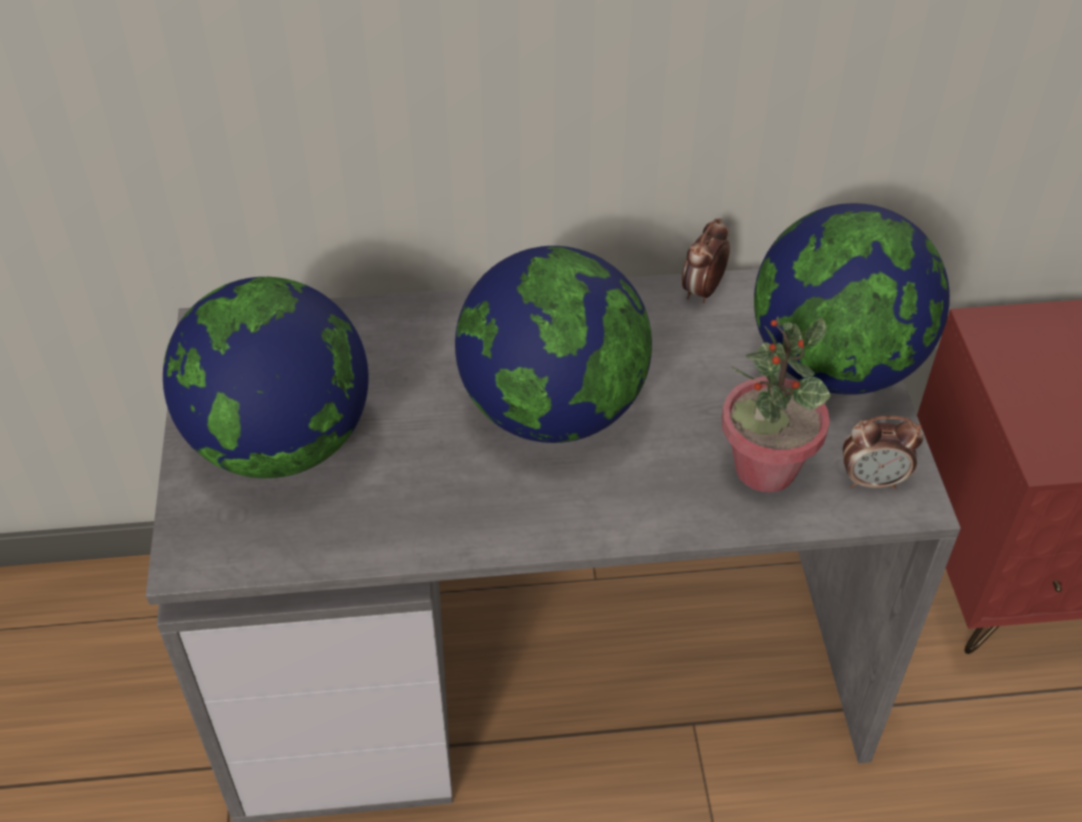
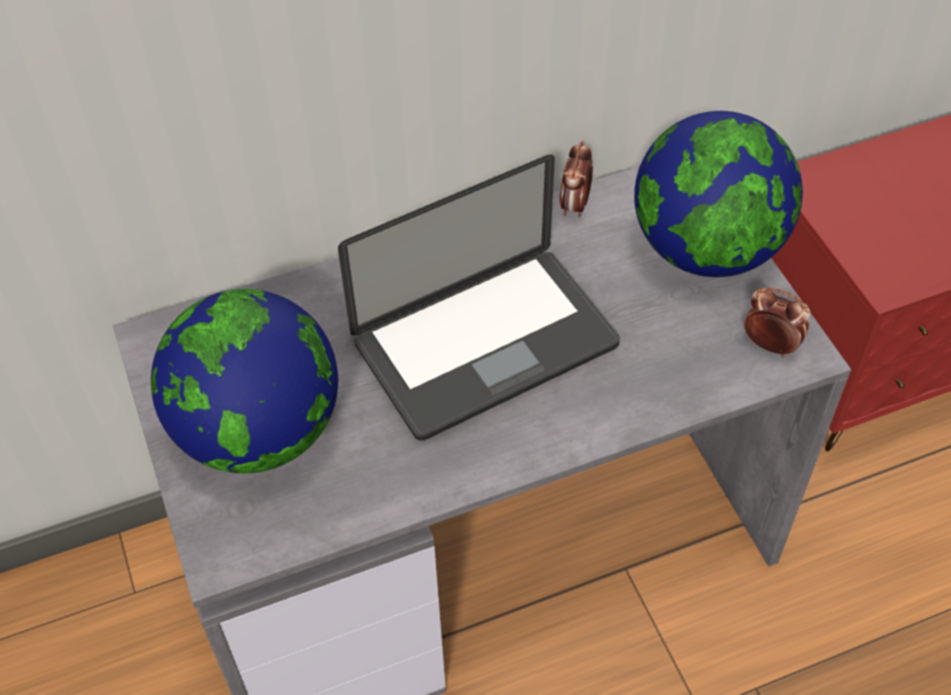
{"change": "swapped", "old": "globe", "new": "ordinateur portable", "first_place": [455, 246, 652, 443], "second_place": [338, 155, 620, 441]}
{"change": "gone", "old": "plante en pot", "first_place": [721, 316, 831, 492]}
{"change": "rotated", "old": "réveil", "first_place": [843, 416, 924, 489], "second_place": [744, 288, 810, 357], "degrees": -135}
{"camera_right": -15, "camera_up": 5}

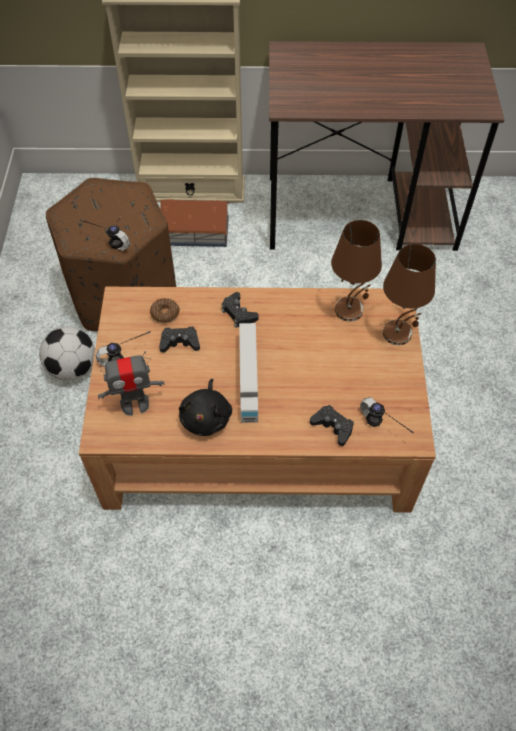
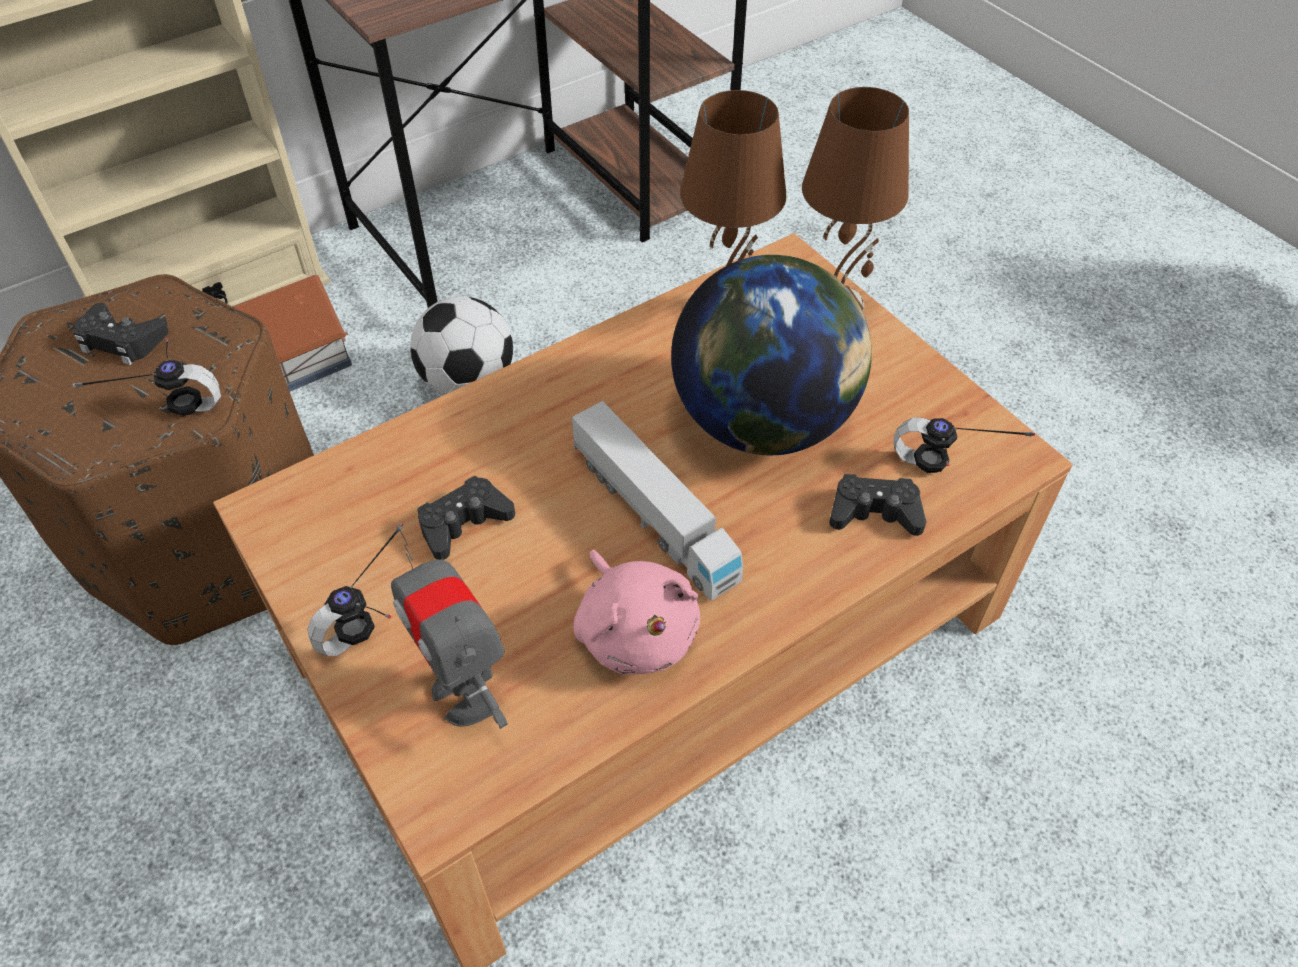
{"change": "shifted", "old": "ballon de foot", "first_place": [39, 326, 95, 381], "second_place": [410, 296, 513, 395]}
{"change": "rotated", "old": "robot jouet", "first_place": [97, 351, 165, 416], "second_place": [391, 526, 508, 729], "degrees": 105}
{"change": "gone", "old": "beignet", "first_place": [150, 298, 179, 323]}
{"change": "repainted", "old": "peluche [noir]", "new": "peluche [rose]", "first_place": [179, 379, 232, 436], "second_place": [574, 550, 700, 675]}
{"change": "shifted", "old": "manette [noir]", "first_place": [222, 292, 259, 328], "second_place": [73, 303, 169, 365]}
{"change": "new", "new": "globe", "second_place": [671, 255, 872, 455]}
{"camera_right": -35, "camera_up": -5}

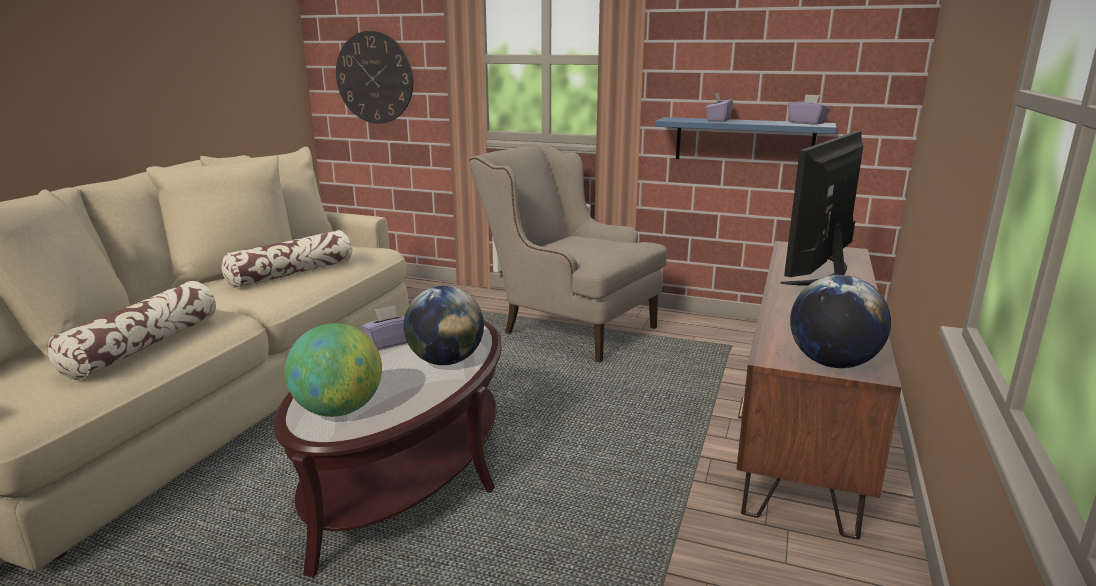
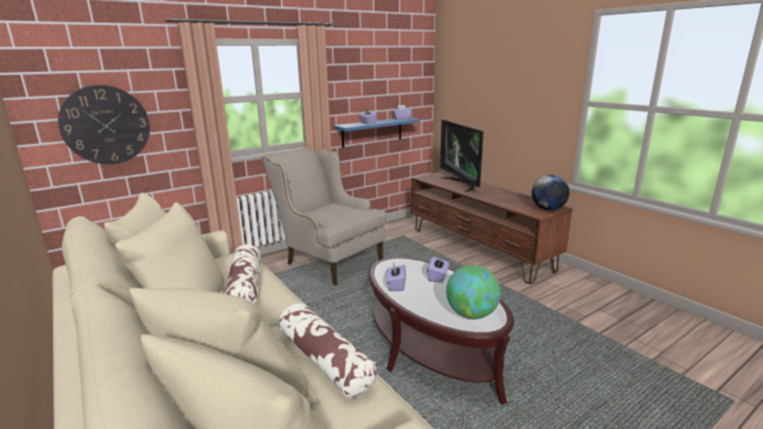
{"change": "swapped", "old": "globe", "new": "boîte à mouchoirs [violet]", "first_place": [404, 286, 484, 365], "second_place": [427, 256, 449, 283]}
{"change": "rotated", "old": "fauteuil [beige]", "first_place": [469, 144, 667, 362], "second_place": [262, 147, 387, 286], "degrees": 60}
{"camera_right": -55, "camera_up": 0}

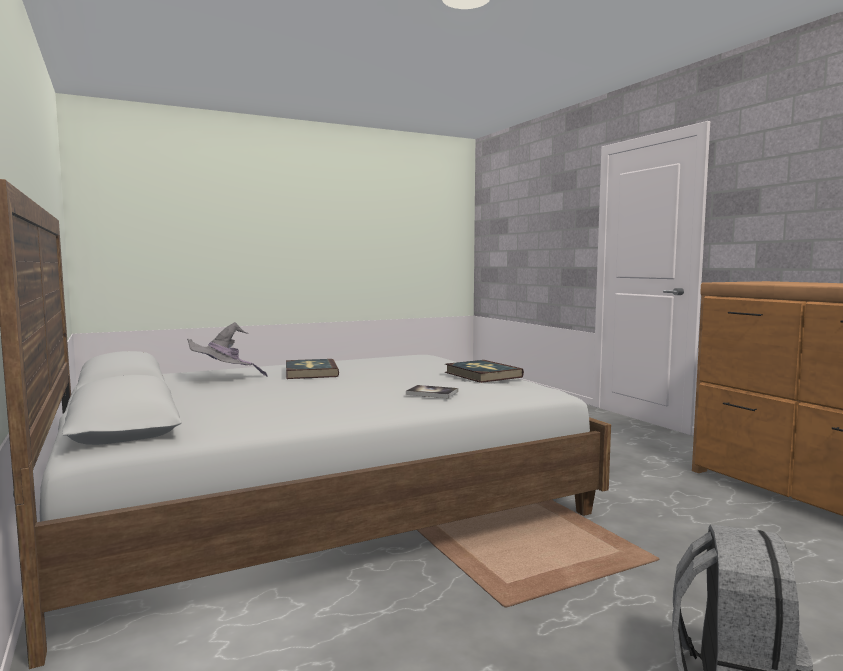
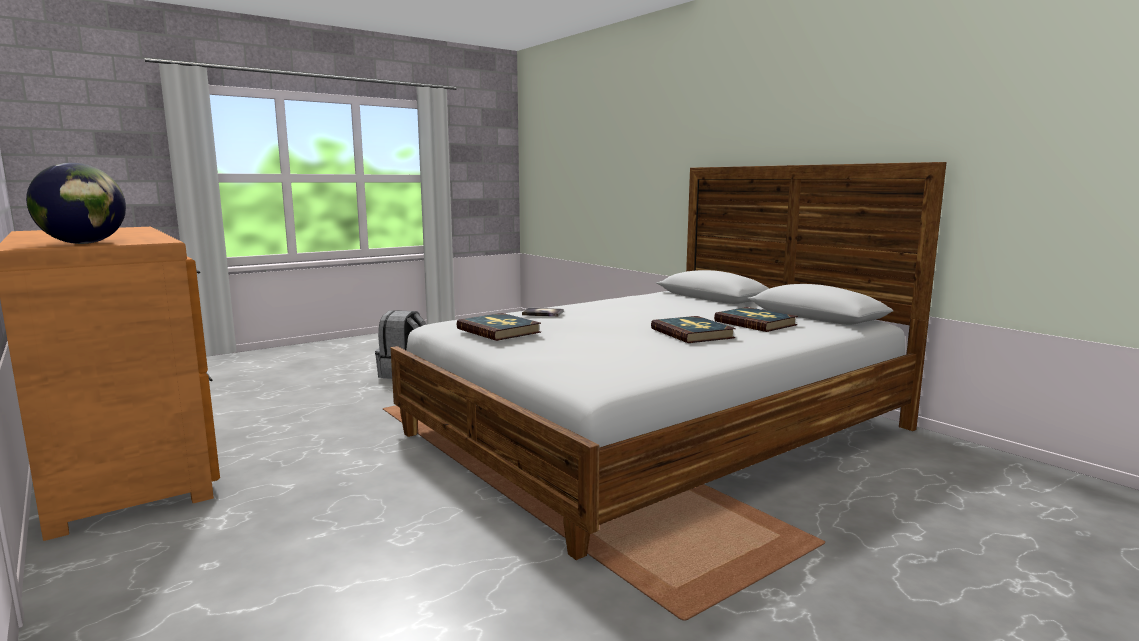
{"change": "swapped", "old": "chapeau [gris]", "new": "livre", "first_place": [187, 322, 268, 377], "second_place": [714, 307, 798, 332]}
{"change": "new", "new": "globe", "second_place": [26, 163, 126, 244]}
{"camera_right": 170, "camera_up": 5}

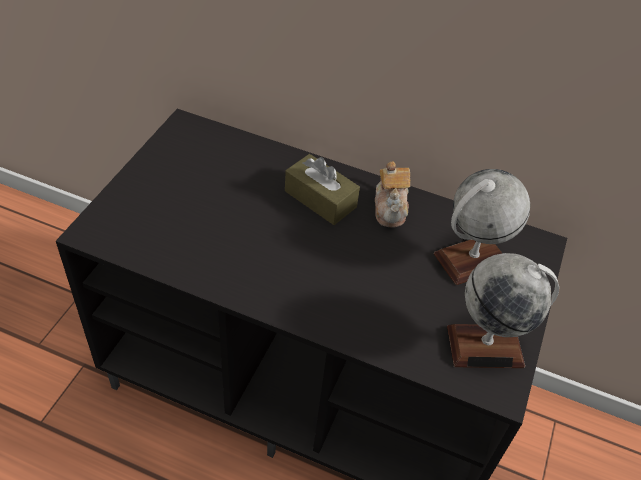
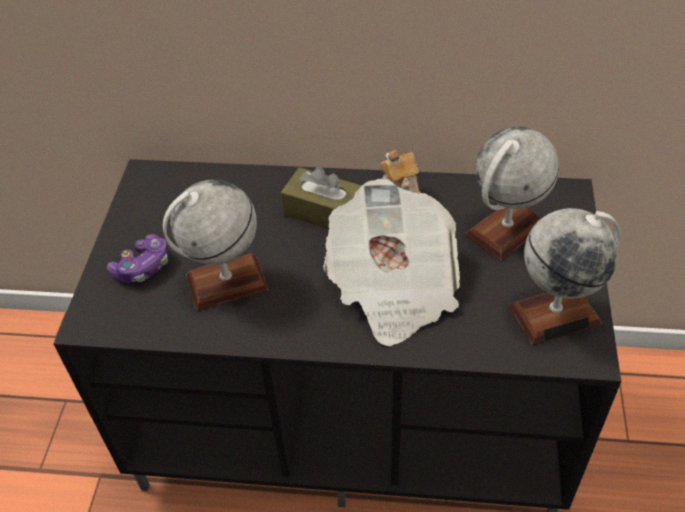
{"change": "new", "new": "manette", "second_place": [107, 234, 169, 283]}
{"change": "new", "new": "globe", "second_place": [163, 179, 269, 311]}
{"change": "new", "new": "journal", "second_place": [323, 179, 460, 346]}
{"camera_right": -10, "camera_up": 0}

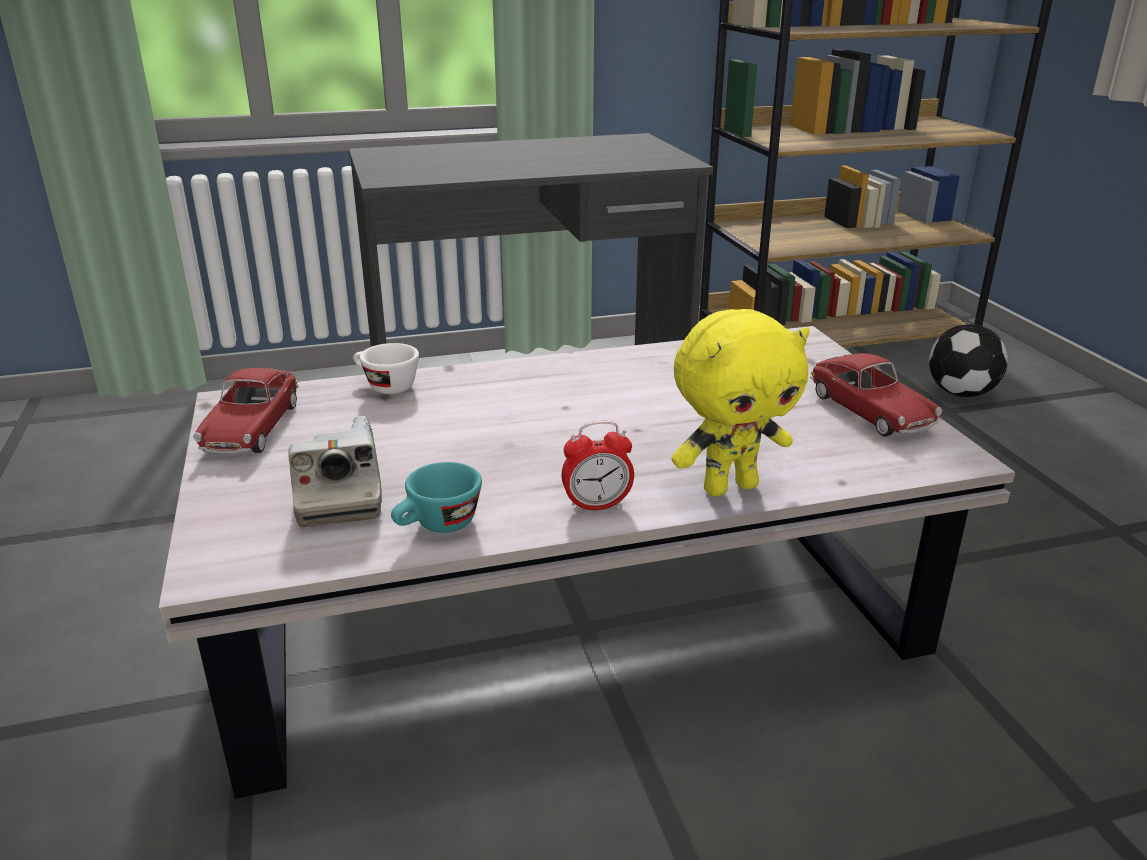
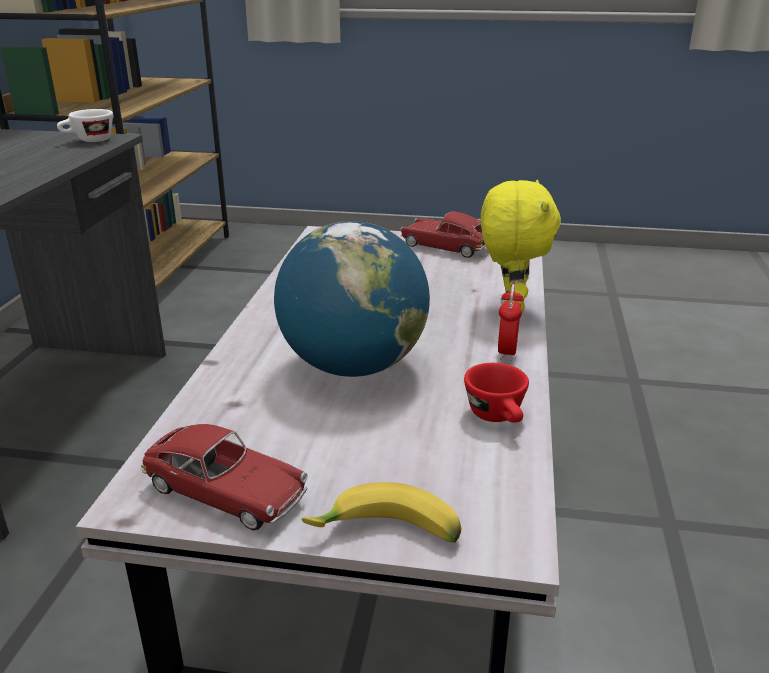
{"change": "gone", "old": "appareil photo", "first_place": [288, 416, 382, 527]}
{"change": "shifted", "old": "tasse [blanc]", "first_place": [353, 343, 419, 394], "second_place": [57, 109, 113, 142]}
{"change": "repainted", "old": "tasse [turquoise]", "new": "tasse [rouge]", "first_place": [391, 462, 482, 533], "second_place": [464, 363, 529, 423]}
{"change": "rotated", "old": "petite voiture", "first_place": [810, 353, 942, 437], "second_place": [400, 211, 486, 258], "degrees": -150}
{"change": "gone", "old": "ballon de foot", "first_place": [929, 324, 1008, 397]}
{"change": "new", "new": "globe", "second_place": [274, 221, 430, 377]}
{"change": "new", "new": "banane", "second_place": [302, 482, 462, 543]}
{"camera_right": -65, "camera_up": 0}

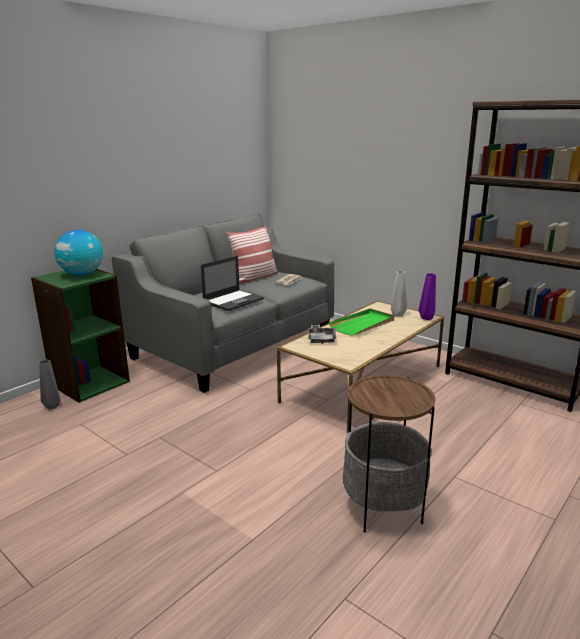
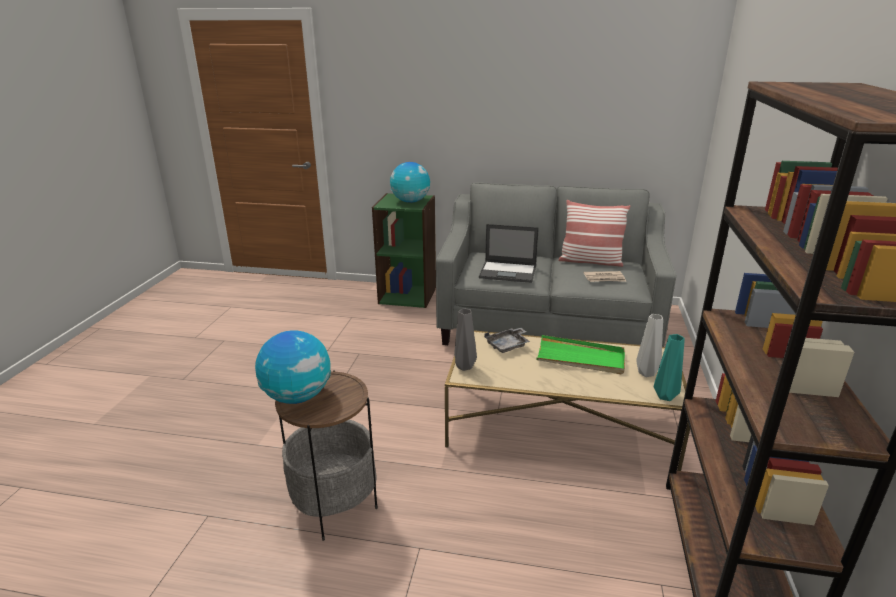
{"change": "shifted", "old": "vase [gris]", "first_place": [39, 359, 60, 409], "second_place": [454, 308, 477, 371]}
{"change": "repainted", "old": "vase [violet]", "new": "vase [turquoise]", "first_place": [418, 273, 436, 320], "second_place": [654, 334, 685, 401]}
{"change": "new", "new": "globe", "second_place": [255, 330, 331, 404]}
{"camera_right": 60, "camera_up": 5}

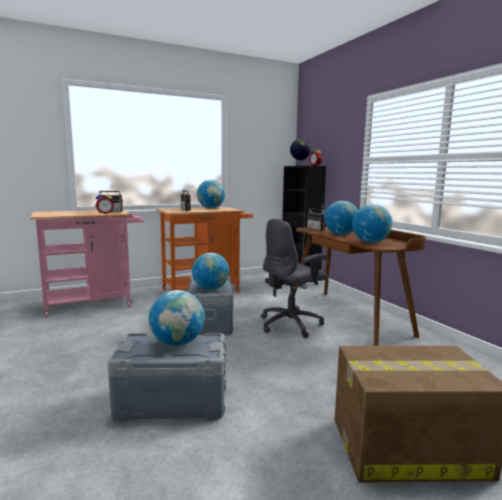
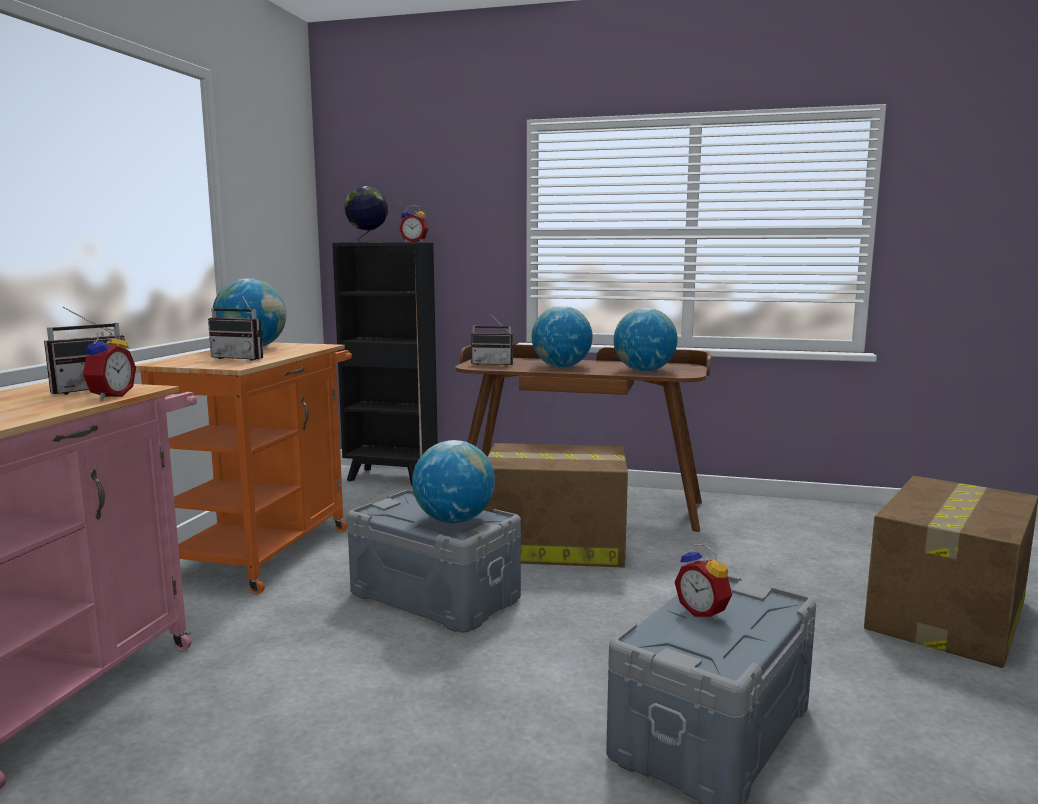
{"change": "swapped", "old": "globe", "new": "réveil", "first_place": [149, 290, 205, 346], "second_place": [675, 544, 732, 621]}
{"change": "swapped", "old": "chaise de bureau [gris]", "new": "carton", "first_place": [261, 219, 328, 338], "second_place": [484, 443, 628, 568]}
{"camera_right": -50, "camera_up": 0}

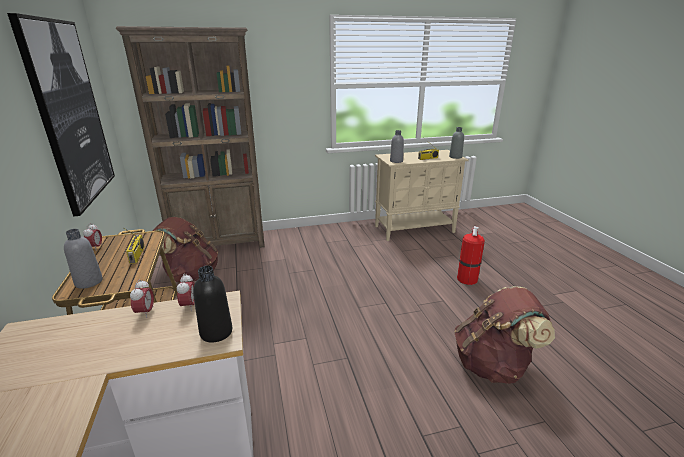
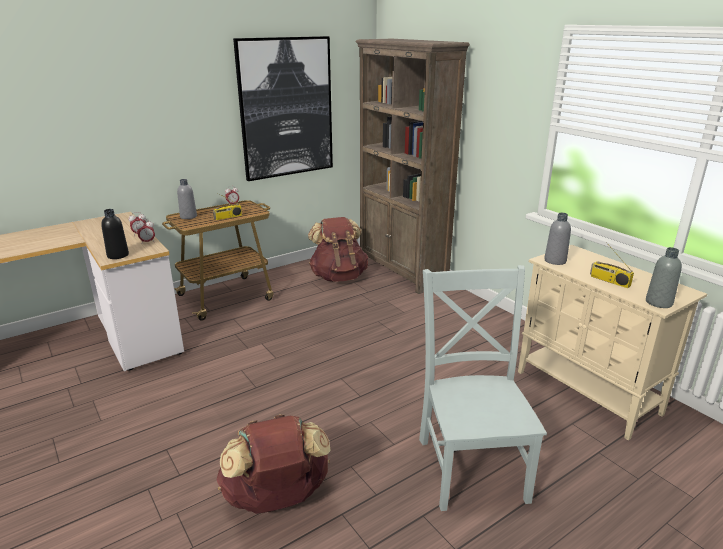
{"change": "swapped", "old": "extincteur", "new": "chaise [gris]", "first_place": [457, 225, 485, 285], "second_place": [419, 265, 547, 511]}
{"camera_right": 70, "camera_up": 0}

